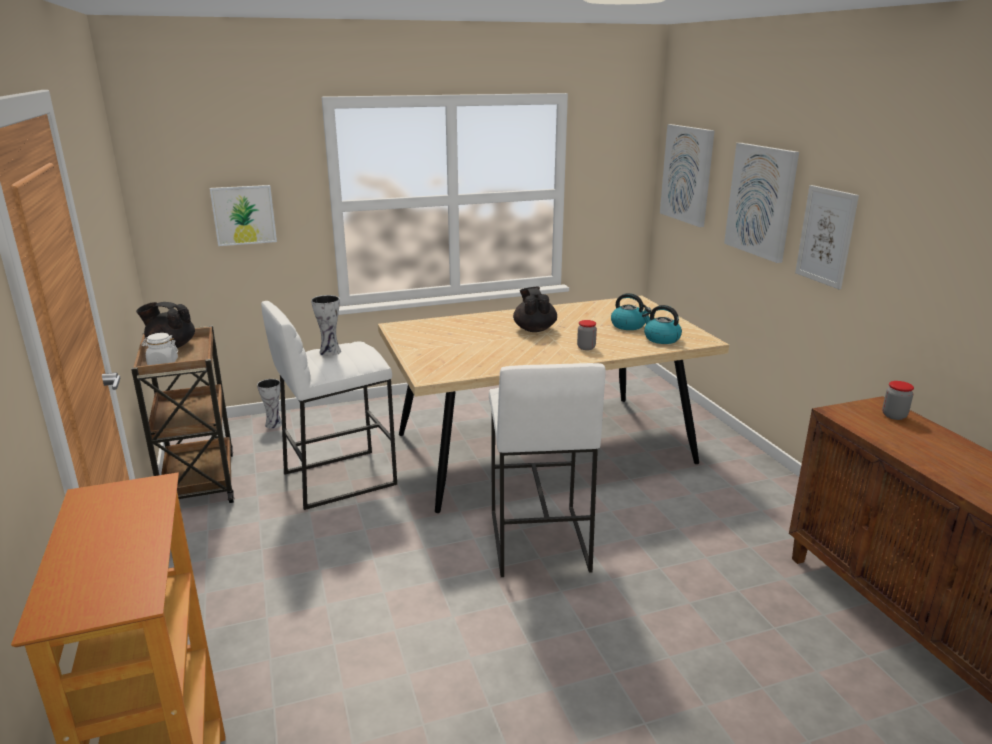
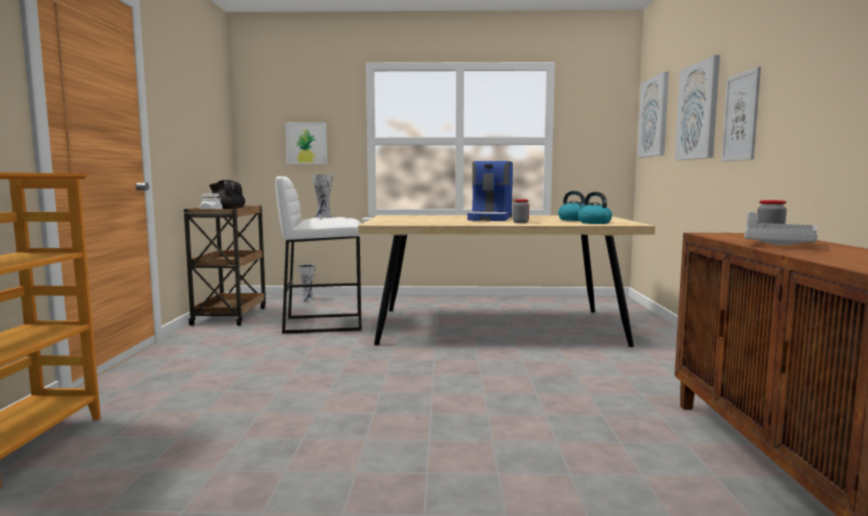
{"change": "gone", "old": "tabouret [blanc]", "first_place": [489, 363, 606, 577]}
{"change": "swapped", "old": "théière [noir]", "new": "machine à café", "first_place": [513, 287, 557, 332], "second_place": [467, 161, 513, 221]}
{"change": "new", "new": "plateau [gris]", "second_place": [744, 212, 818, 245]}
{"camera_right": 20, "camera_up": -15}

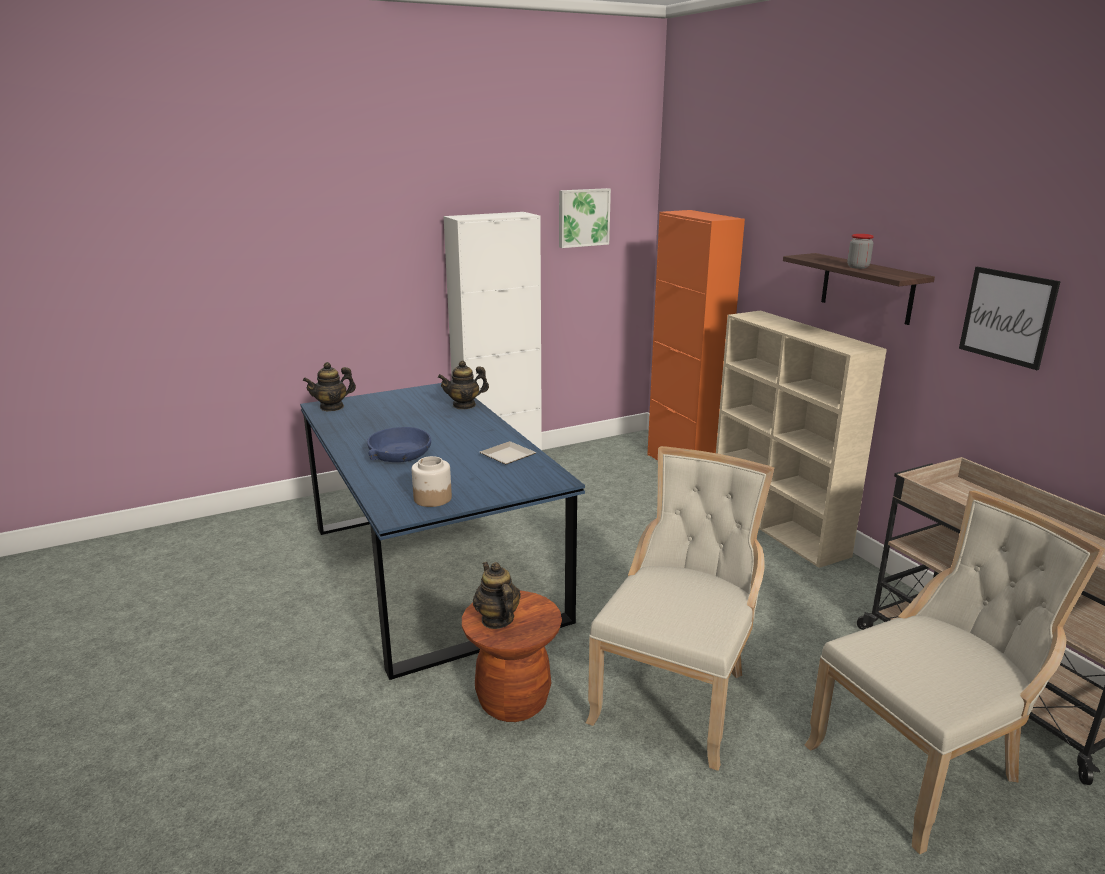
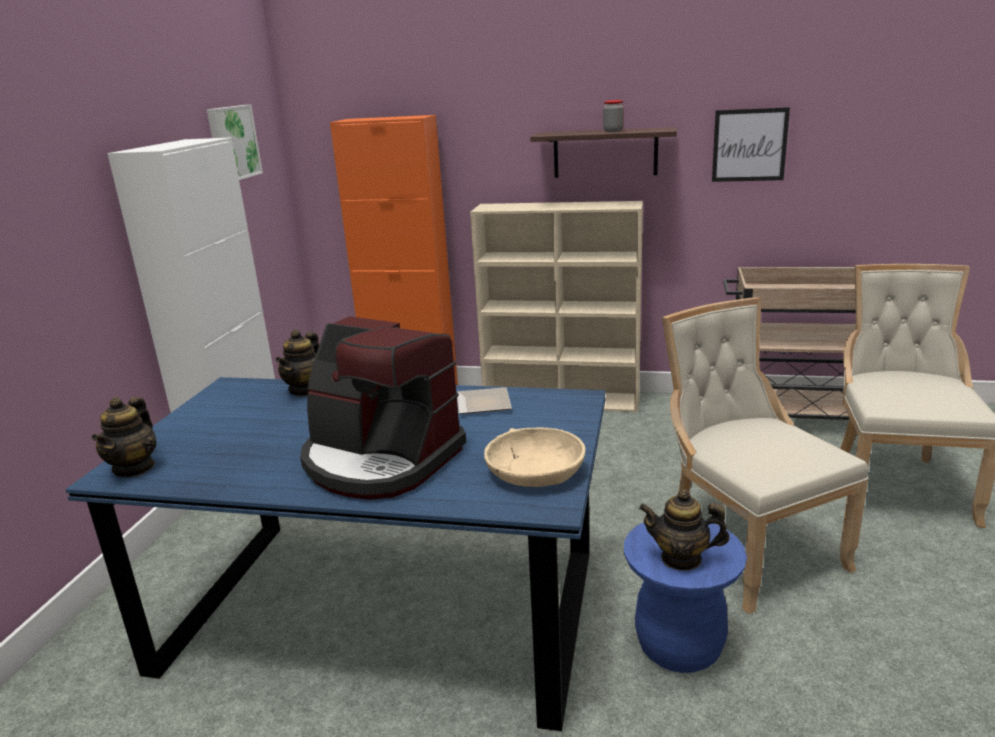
{"change": "swapped", "old": "bol [bleu]", "new": "machine à café", "first_place": [367, 427, 431, 462], "second_place": [300, 316, 466, 500]}
{"change": "swapped", "old": "bocal", "new": "bol [beige]", "first_place": [412, 456, 452, 507], "second_place": [484, 428, 585, 487]}
{"change": "repainted", "old": "tabouret [marron]", "new": "tabouret [bleu]", "first_place": [462, 591, 562, 722], "second_place": [624, 520, 747, 673]}
{"camera_right": -50, "camera_up": 0}

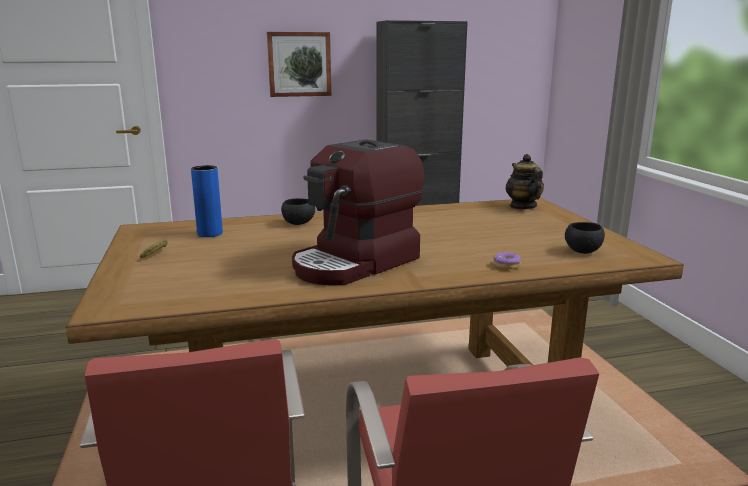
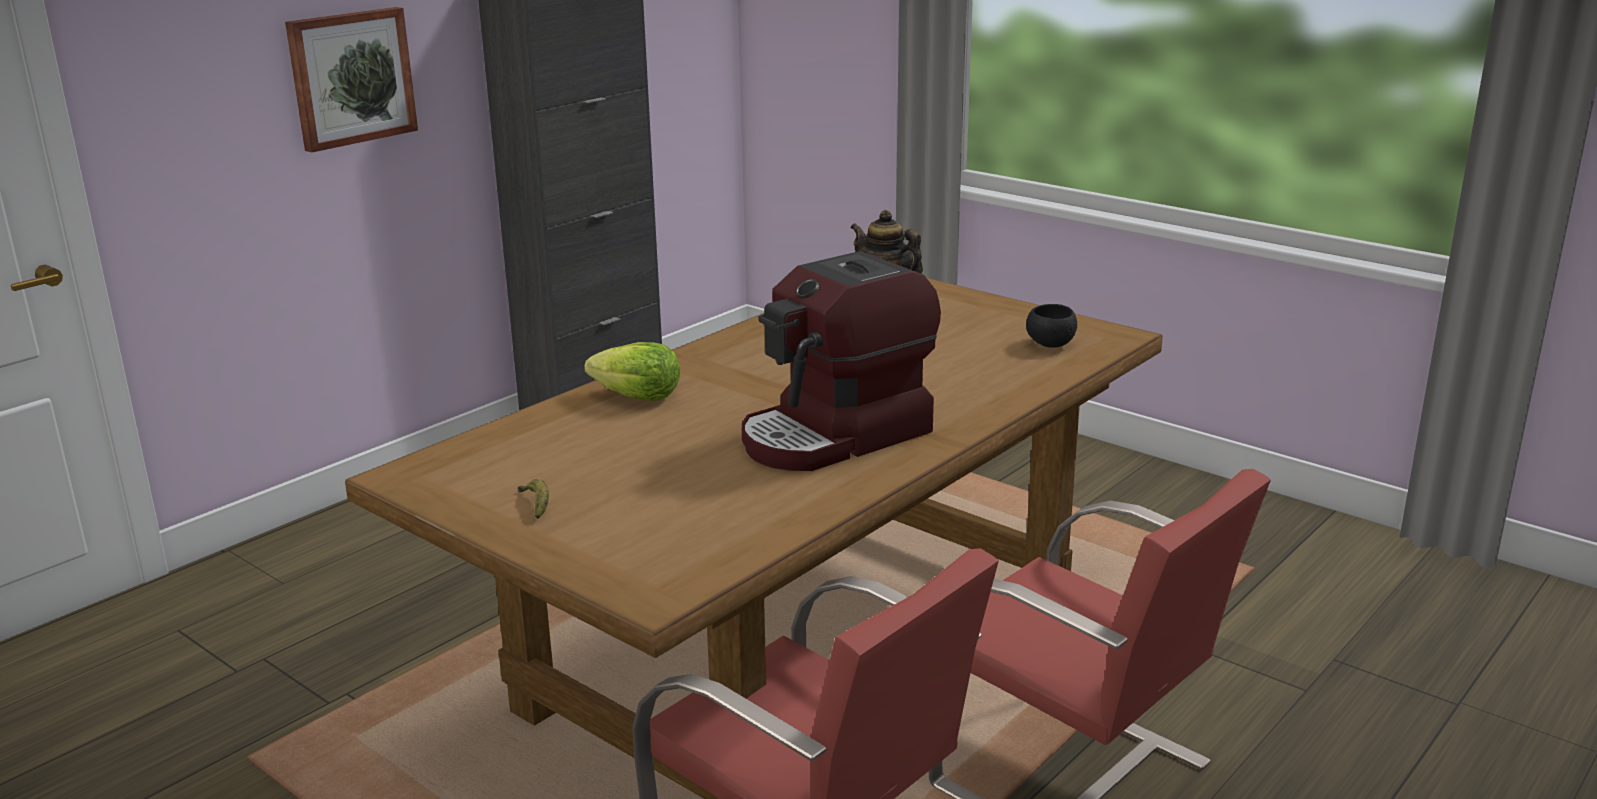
{"change": "gone", "old": "vase [bleu]", "first_place": [191, 165, 223, 237]}
{"change": "swapped", "old": "bol [noir]", "new": "laitue", "first_place": [281, 198, 315, 225], "second_place": [584, 342, 680, 401]}
{"change": "rotated", "old": "machine à café", "first_place": [292, 139, 424, 285], "second_place": [742, 251, 941, 471], "degrees": 45}
{"change": "gone", "old": "beignet", "first_place": [493, 252, 521, 270]}
{"camera_right": -35, "camera_up": 5}

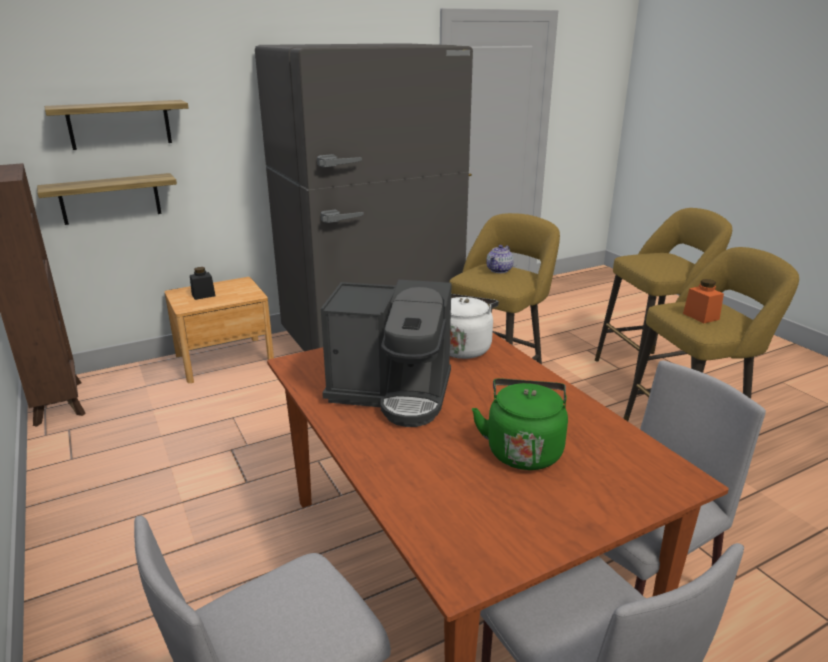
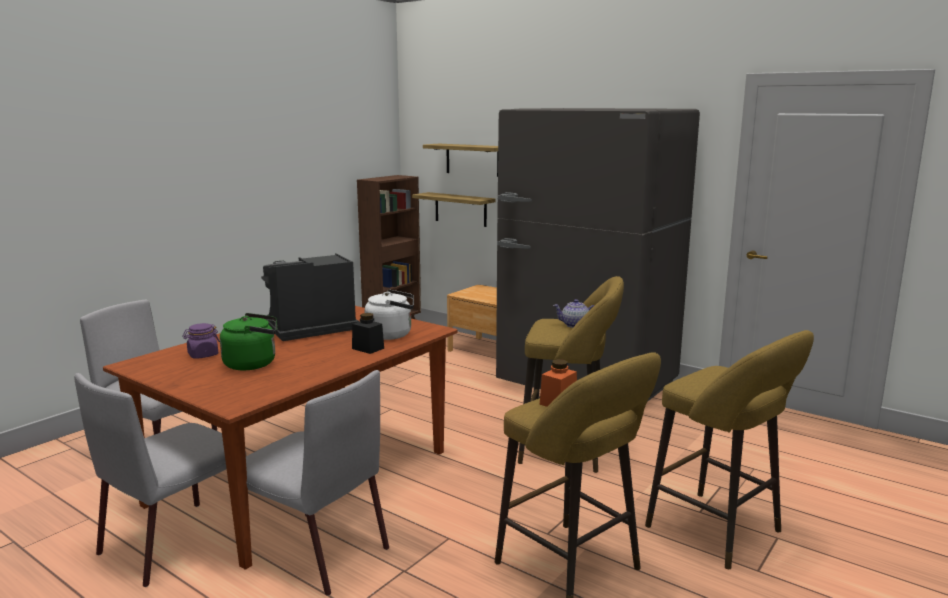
{"change": "shifted", "old": "bocal [noir]", "first_place": [190, 267, 215, 300], "second_place": [352, 313, 384, 354]}
{"change": "rotated", "old": "machine à café", "first_place": [321, 280, 452, 427], "second_place": [261, 253, 359, 341], "degrees": 75}
{"change": "new", "new": "bocal [violet]", "second_place": [182, 323, 220, 359]}
{"camera_right": 65, "camera_up": -10}

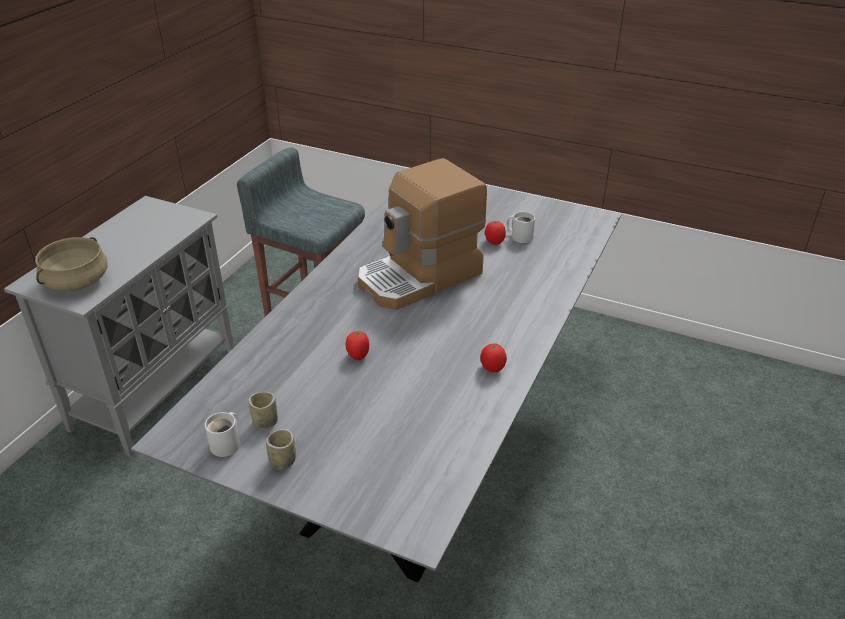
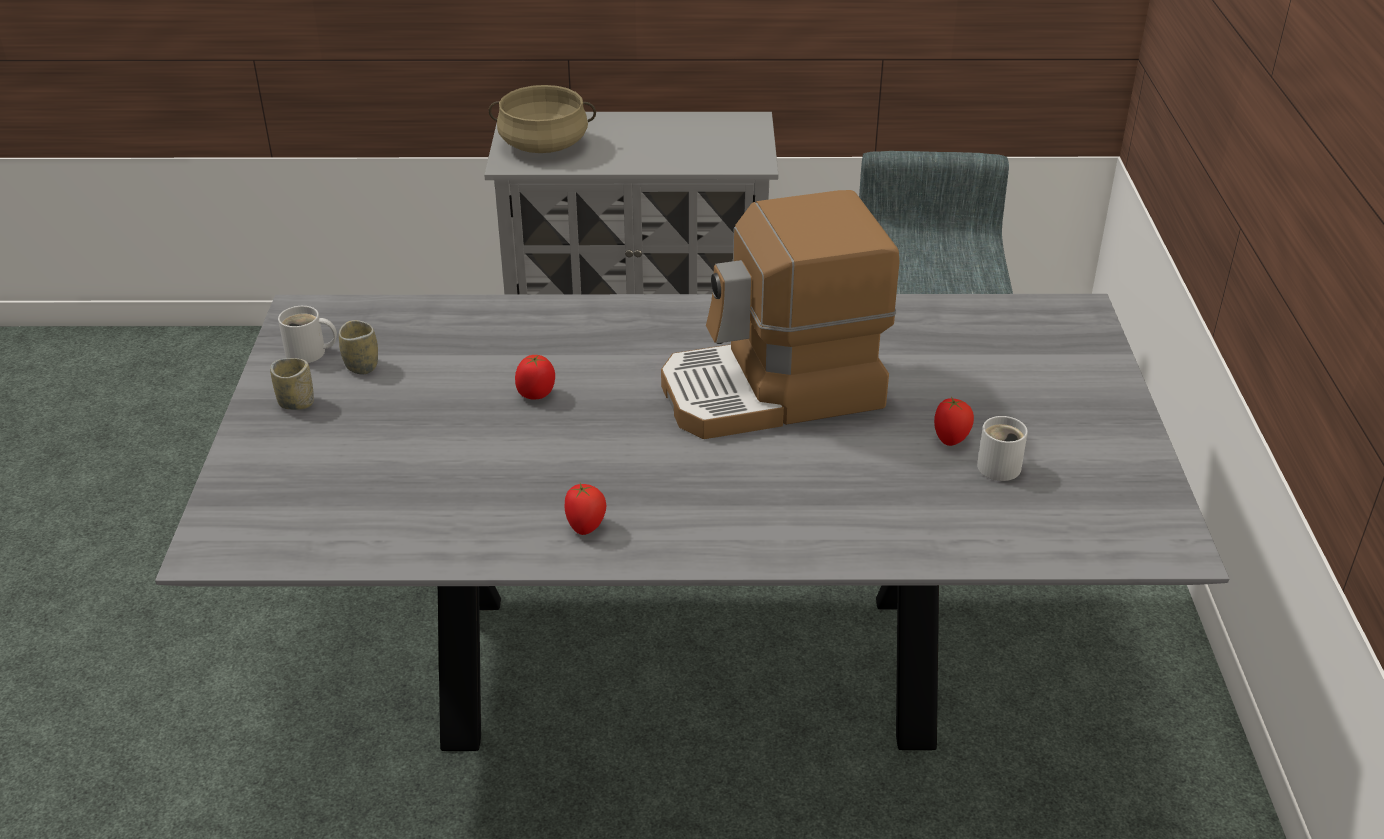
{"change": "rotated", "old": "machine à café", "first_place": [358, 158, 487, 310], "second_place": [661, 190, 899, 439], "degrees": -45}
{"camera_right": 65, "camera_up": 0}

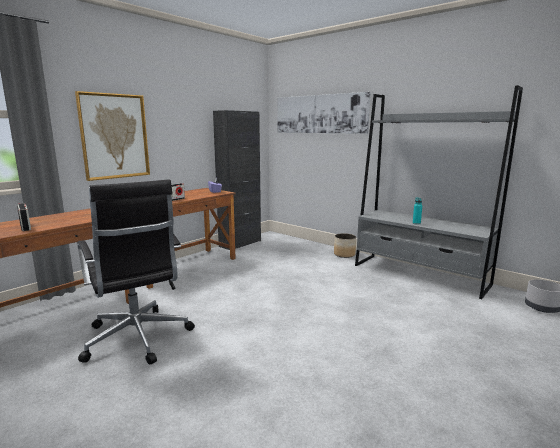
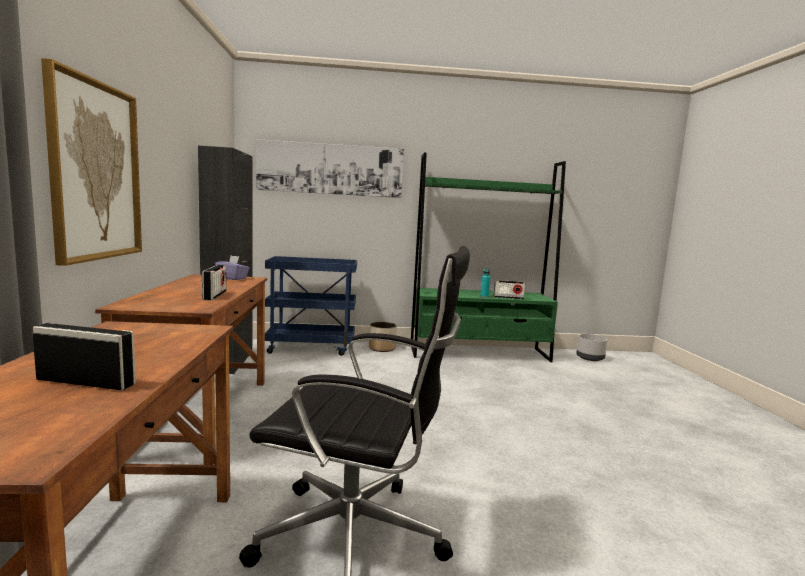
{"change": "repainted", "old": "bibliothèque [gris]", "new": "bibliothèque [vert]", "first_place": [355, 85, 523, 299], "second_place": [411, 152, 566, 362]}
{"change": "new", "new": "chariot [bleu]", "second_place": [265, 256, 357, 356]}
{"change": "new", "new": "radio", "second_place": [494, 280, 526, 299]}
{"camera_right": -45, "camera_up": -5}

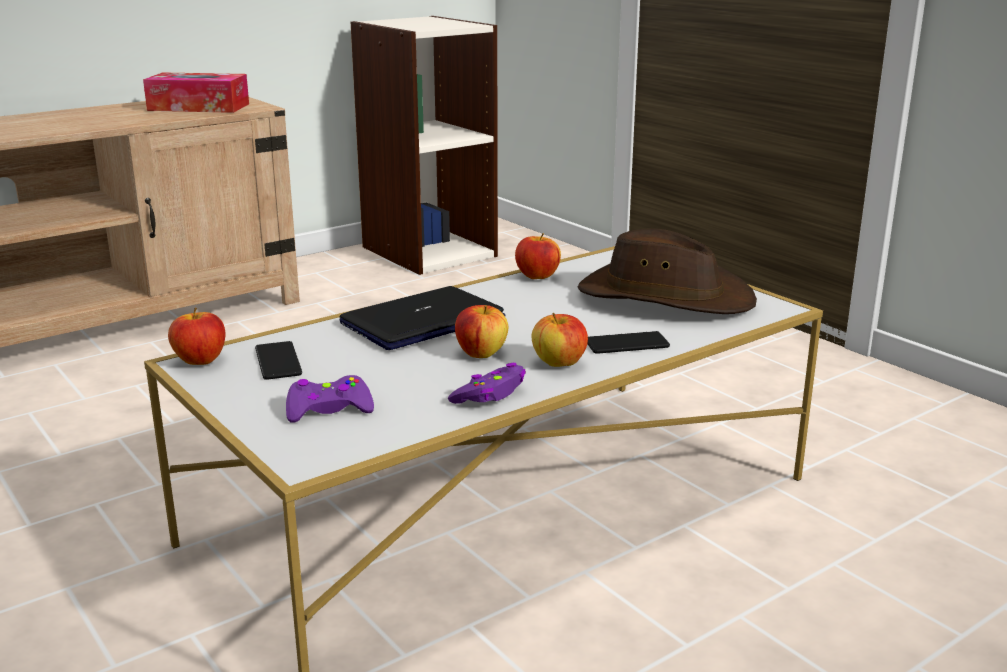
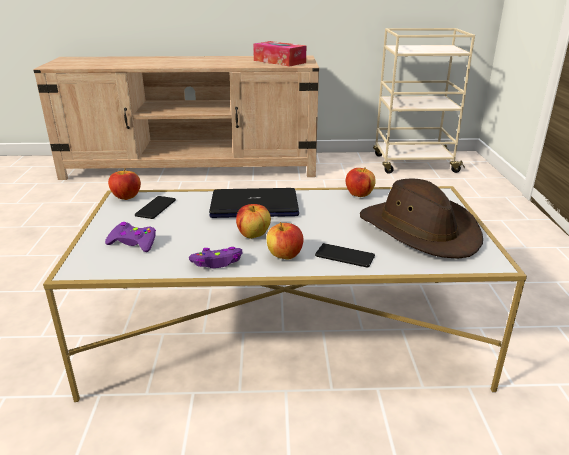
{"change": "swapped", "old": "bibliothèque", "new": "chariot [beige]", "first_place": [351, 16, 498, 275], "second_place": [373, 28, 475, 174]}
{"camera_right": 35, "camera_up": 5}

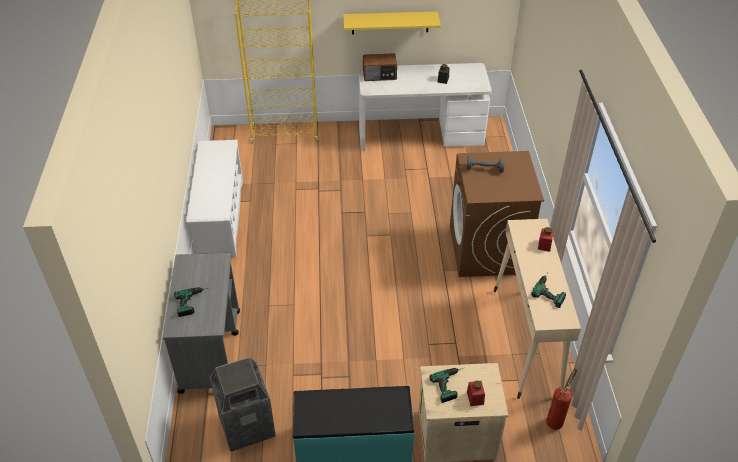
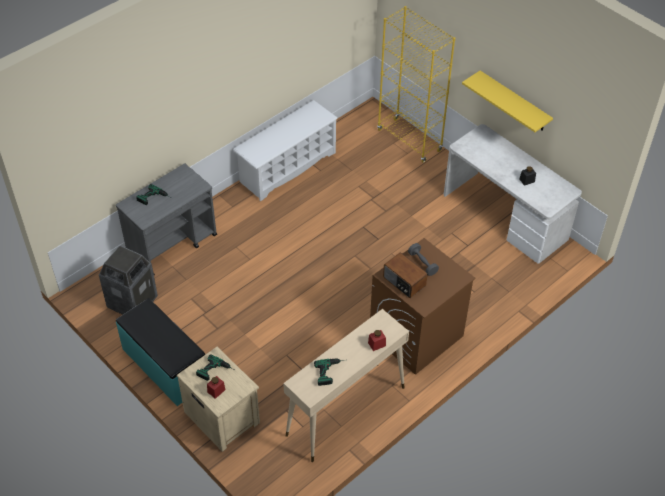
{"change": "shifted", "old": "radio", "first_place": [363, 53, 397, 81], "second_place": [383, 252, 427, 298]}
{"change": "gone", "old": "extincteur", "first_place": [546, 368, 577, 430]}
{"camera_right": 50, "camera_up": 5}

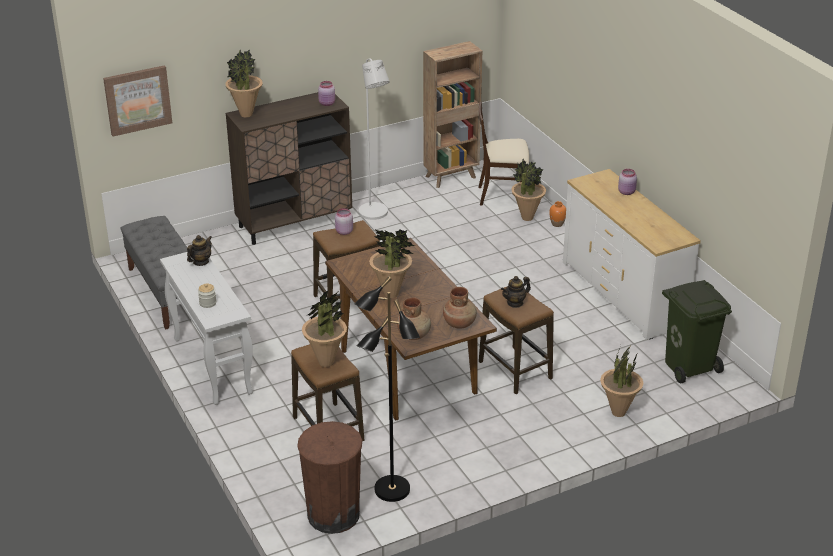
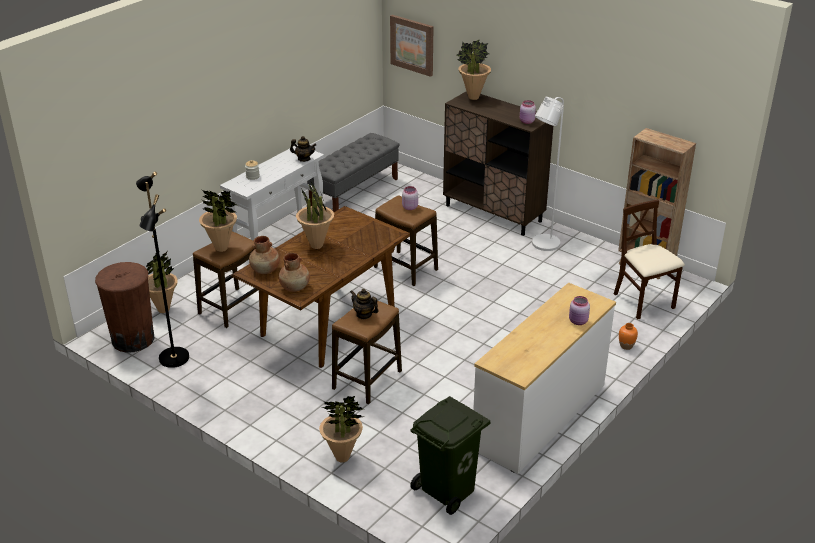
{"change": "shifted", "old": "plante en pot", "first_place": [511, 158, 546, 221], "second_place": [146, 250, 178, 313]}
{"camera_right": 65, "camera_up": 0}

